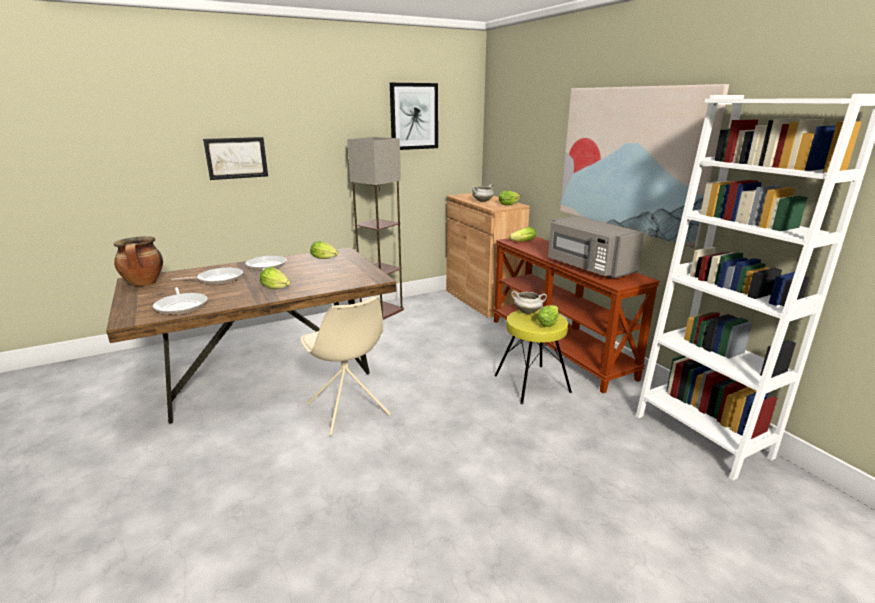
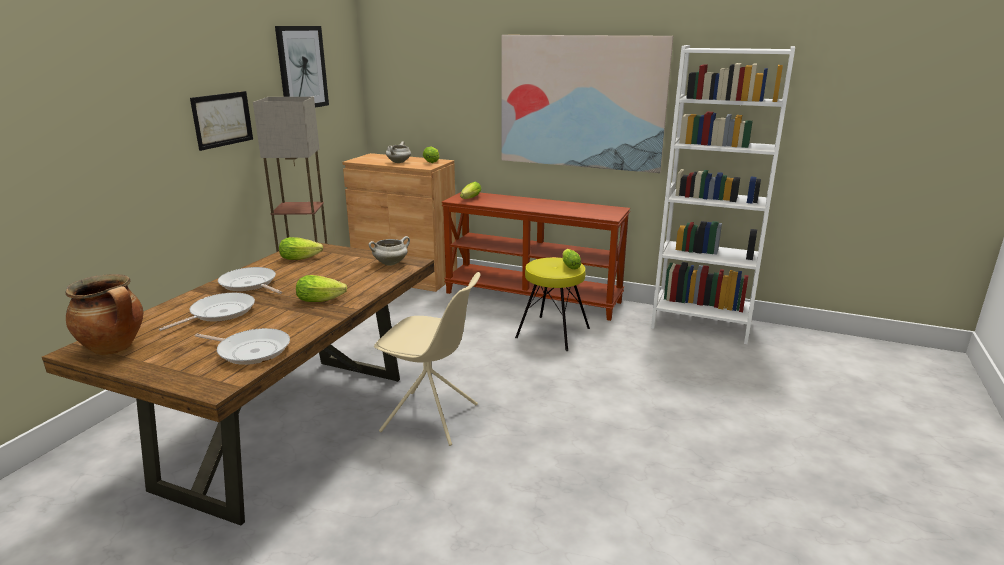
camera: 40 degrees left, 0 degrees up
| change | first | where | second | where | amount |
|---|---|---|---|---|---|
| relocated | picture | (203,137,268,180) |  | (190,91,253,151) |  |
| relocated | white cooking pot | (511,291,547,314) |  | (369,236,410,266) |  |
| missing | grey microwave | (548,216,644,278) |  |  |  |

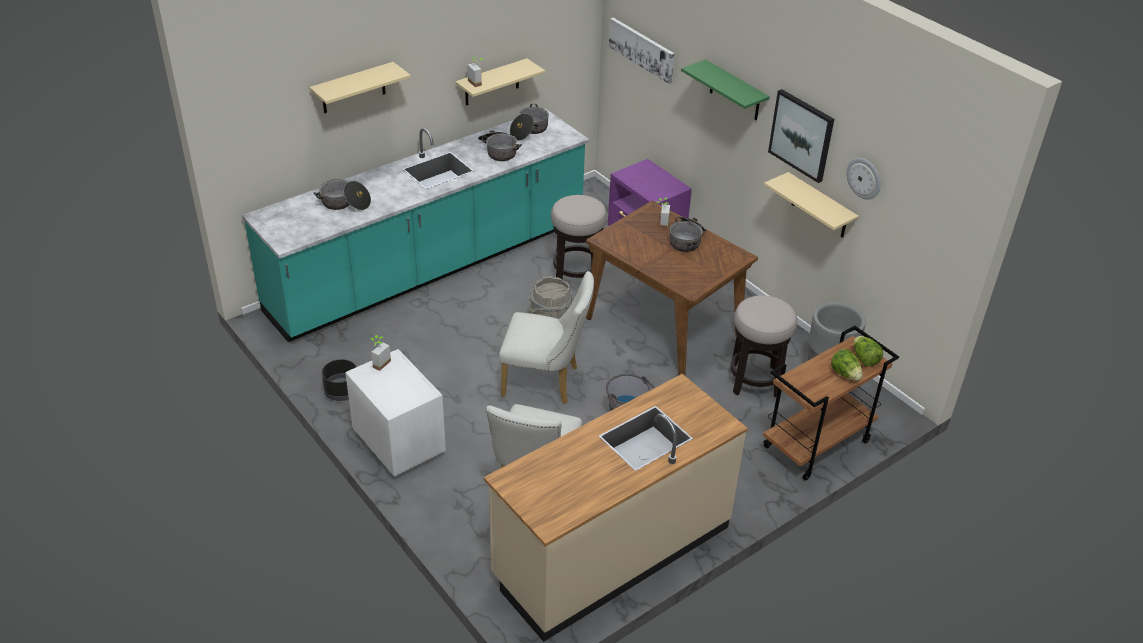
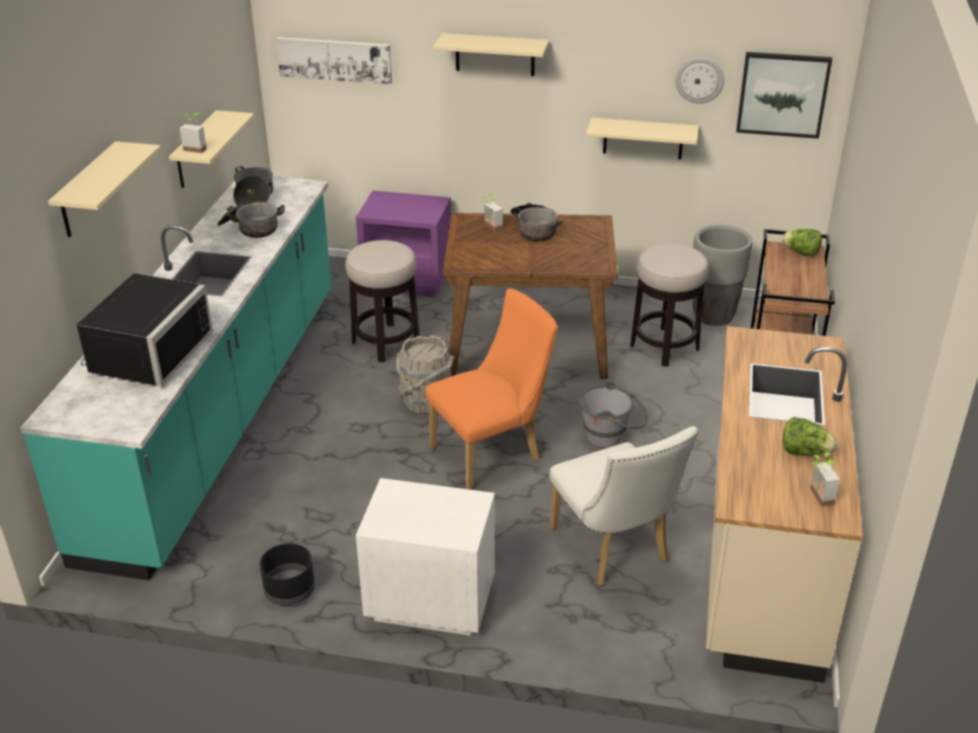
camera: 40 degrees left, 5 degrees down
| change | first | where | second | where | amount |
|---|---|---|---|---|---|
| exchanged | cooking pot | (314,179,371,210) | black microwave | (77,273,213,387) |  |
| relocated | potted plant | (370,335,391,371) |  | (810,452,840,507) |  |
| colour | white chair | (499,271,594,404) | orange chair | (426,288,558,490) |  |
| colour | green shelf | (681,59,770,120) | beige shelf | (433,33,549,76) |  |
| relocated | picture | (768,89,834,183) |  | (736,52,832,139) |  |
| relocated | lettuce | (831,349,863,381) |  | (782,417,837,455) |  |

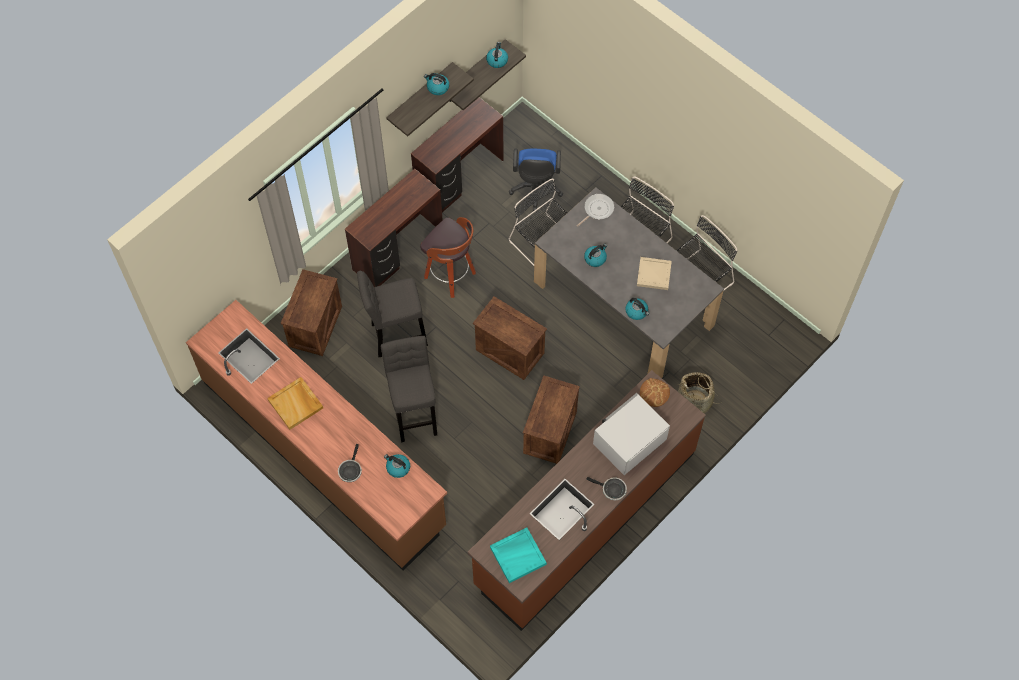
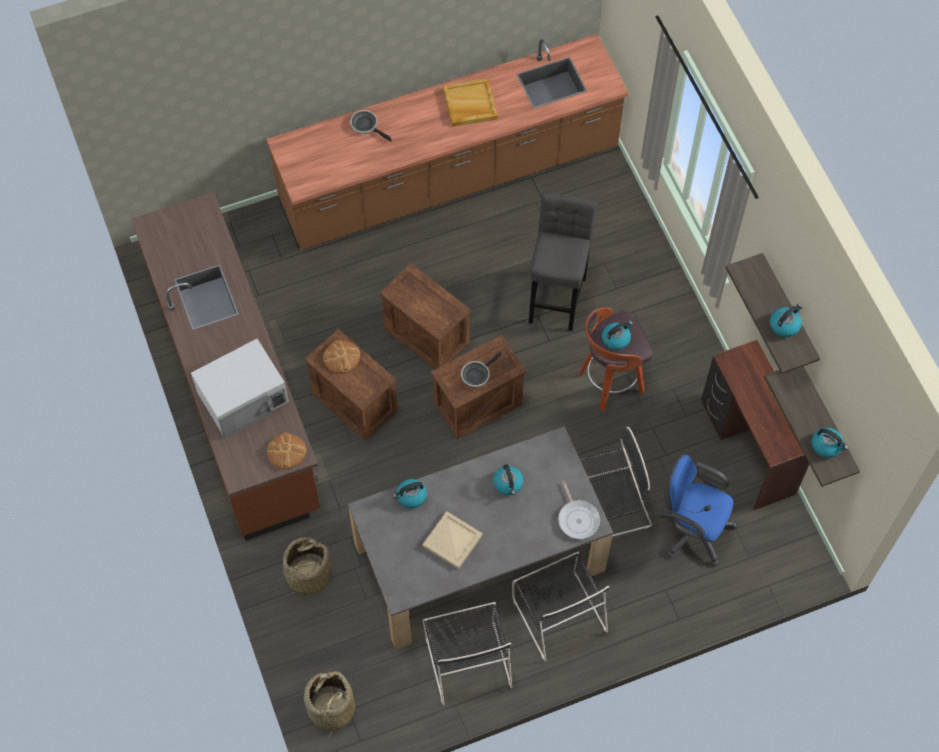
camera: 115 degrees right, 0 degrees up
| change | first | where | second | where | amount |
|---|---|---|---|---|---|
| relocated | crate | (281,269,342,356) |  | (379,263,471,369) |  |
| missing | brown desk | (345,169,443,287) |  |  |  |
| missing | grey stool | (381,336,437,442) |  |  |  |
| relocated | kettle | (384,454,410,478) |  | (602,321,633,350) |  |
| missing | turquoise tray | (490,528,547,583) |  |  |  |
| relocated | frying pan | (586,477,627,500) |  | (461,352,502,387) |  |
| spun | white microwave | (593,393,670,475) |  | (191,339,289,438) | 75 degrees clockwise |
| appeared |  |  | basket | (304,671,355,739) |  |
| appeared |  |  | bread | (323,340,360,374) |  |

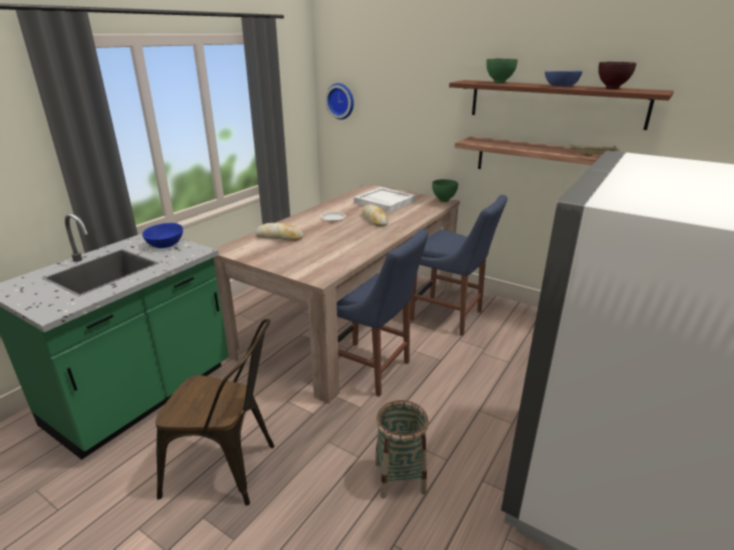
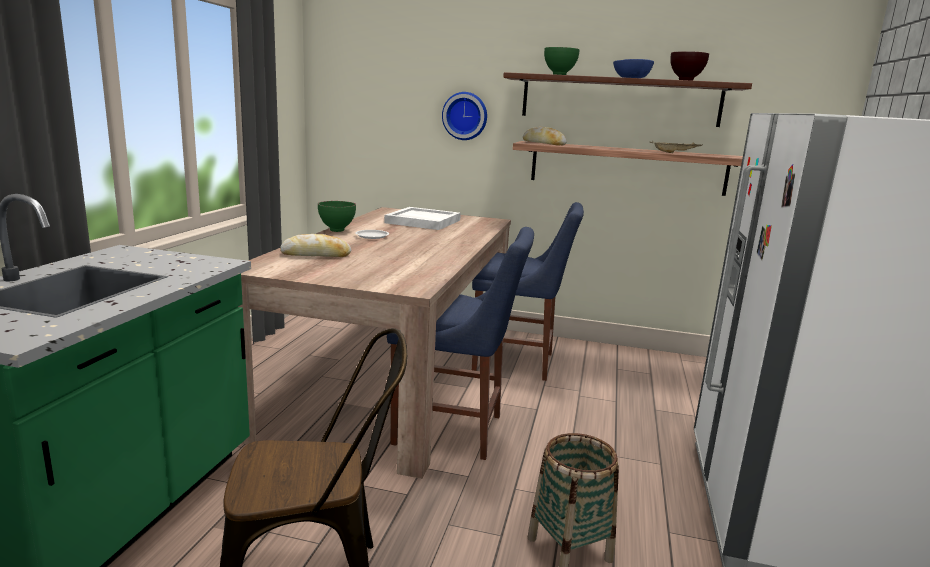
camera: 20 degrees left, 10 degrees down
| change | first | where | second | where | amount |
|---|---|---|---|---|---|
| missing | blue bowl | (142,223,183,248) |  |  |  |
| relocated | wall clock | (325,83,354,120) |  | (442,92,487,140) |  |
| relocated | bread | (362,204,388,227) |  | (523,127,567,145) |  |
| relocated | green bowl | (432,179,458,202) |  | (318,201,356,232) |  |

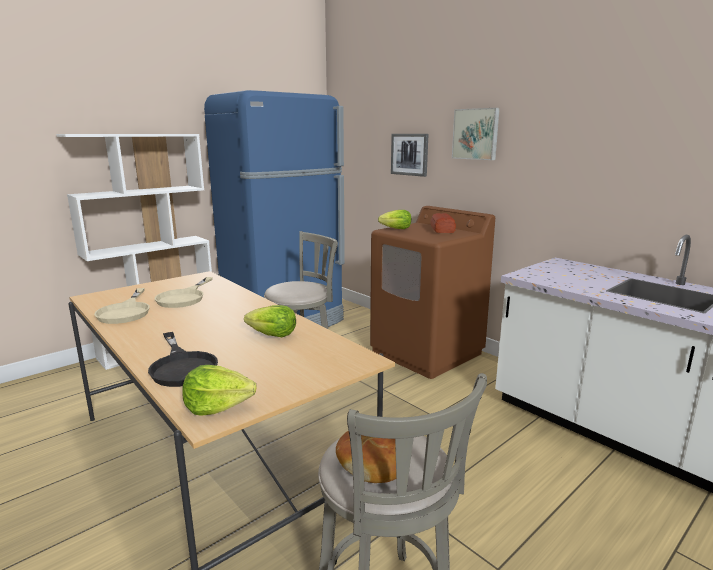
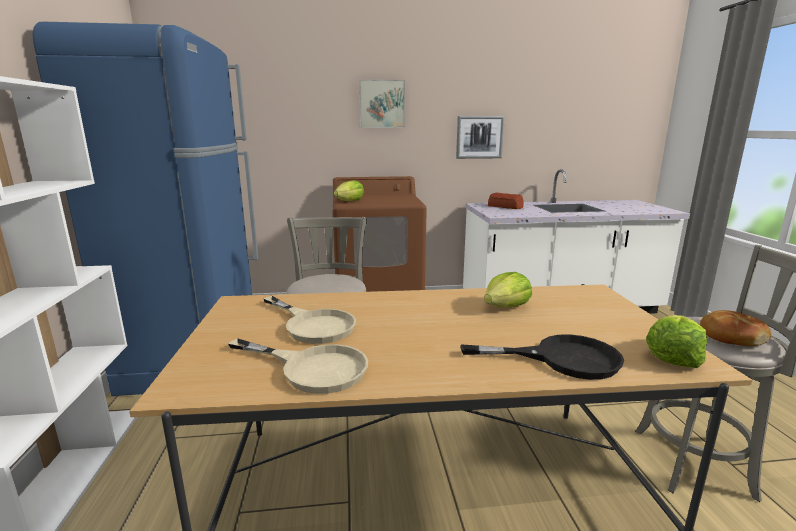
camera: 55 degrees left, 0 degrees up
| change | first | where | second | where | amount |
|---|---|---|---|---|---|
| relocated | picture | (391,134,428,177) |  | (456,116,505,159) |  |
| relocated | bread | (430,213,456,233) |  | (488,193,524,209) |  |

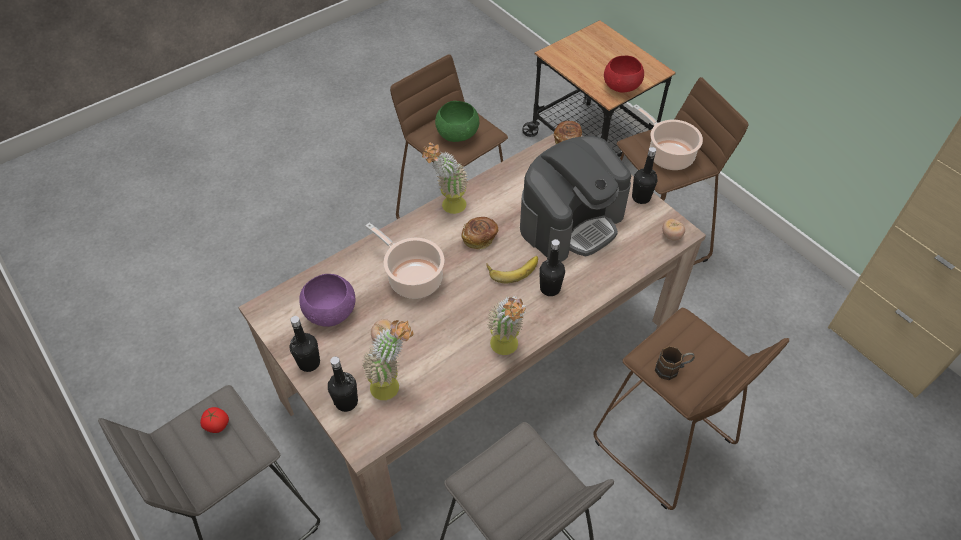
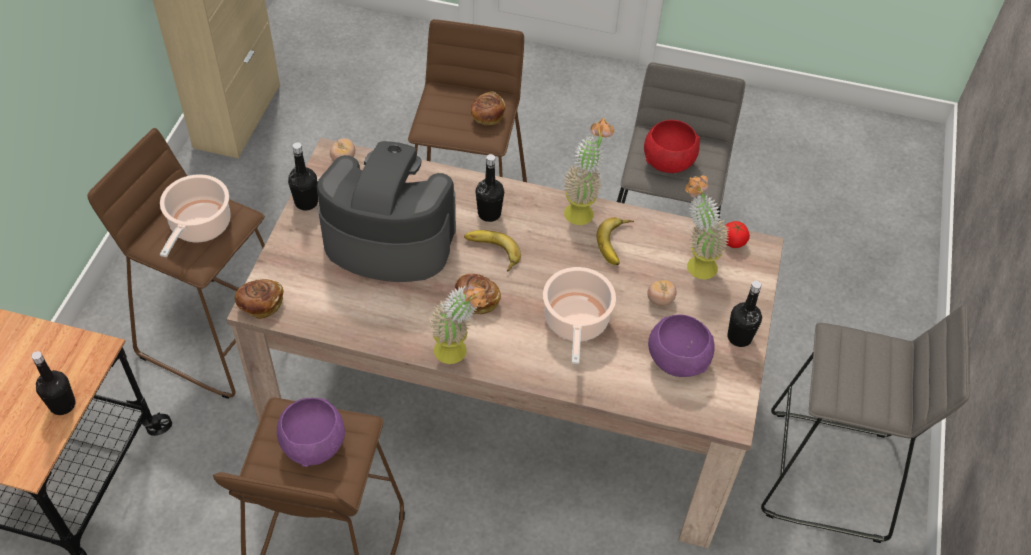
camera: 130 degrees left, 0 degrees up
| change | first | where | second | where | amount |
|---|---|---|---|---|---|
| relocated | tomato | (200,407,229,433) |  | (725,221,750,248) |  |
| relocated | black bottle | (328,356,358,412) |  | (31,351,76,415) |  |
| colour | green bowl | (435,101,479,142) | purple bowl | (277,398,345,467) |  |
| relocated | red bowl | (604,56,644,92) |  | (644,120,700,173) |  |
| exchanged | brown mug | (655,346,695,380) | bread | (471,92,505,126) |  |
| appeared |  |  | banana | (596,217,634,265) |  |

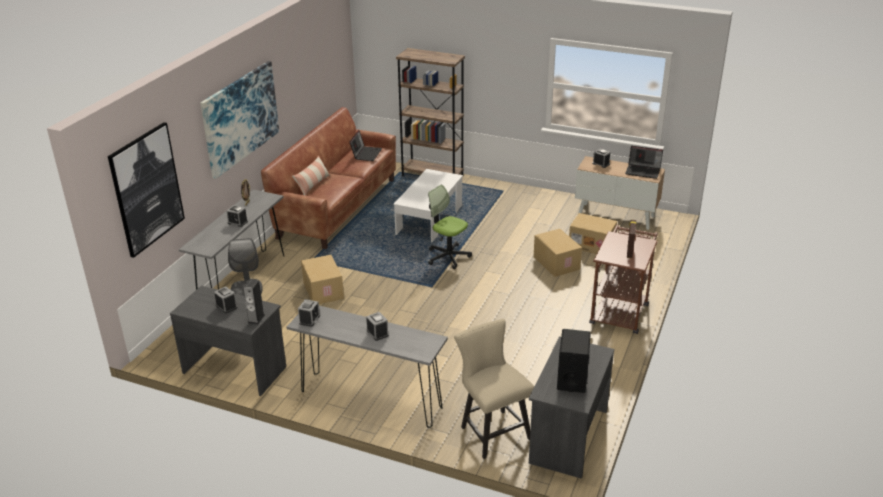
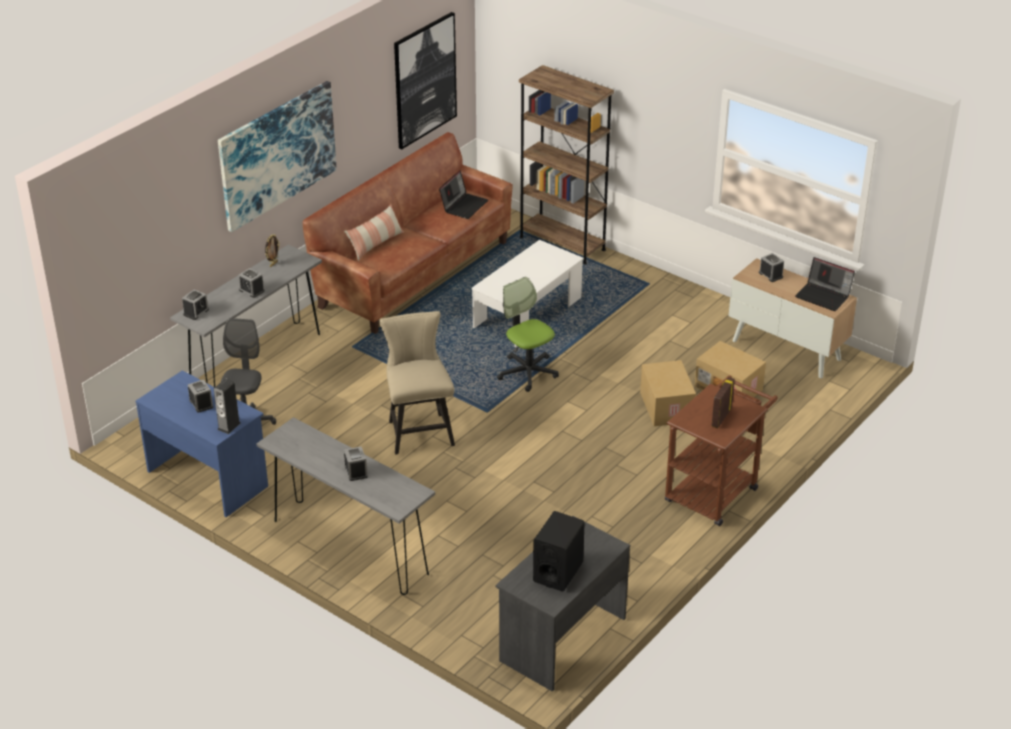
camera: 15 degrees right, 5 degrees up
| change | first | where | second | where | amount |
|---|---|---|---|---|---|
| relocated | picture | (108,122,185,258) |  | (394,12,457,149) |  |
| colour | grey desk | (170,286,286,396) | blue desk | (136,370,268,517) |  |
| relocated | alarm clock | (298,299,320,327) |  | (182,289,209,320) |  |
| missing | cardboard box | (301,255,344,304) |  |  |  |
| relocated | beige chair | (454,319,535,459) |  | (379,311,455,455) |  |

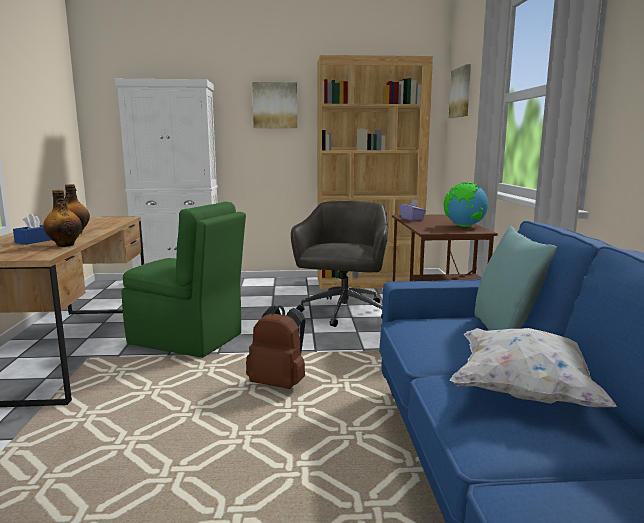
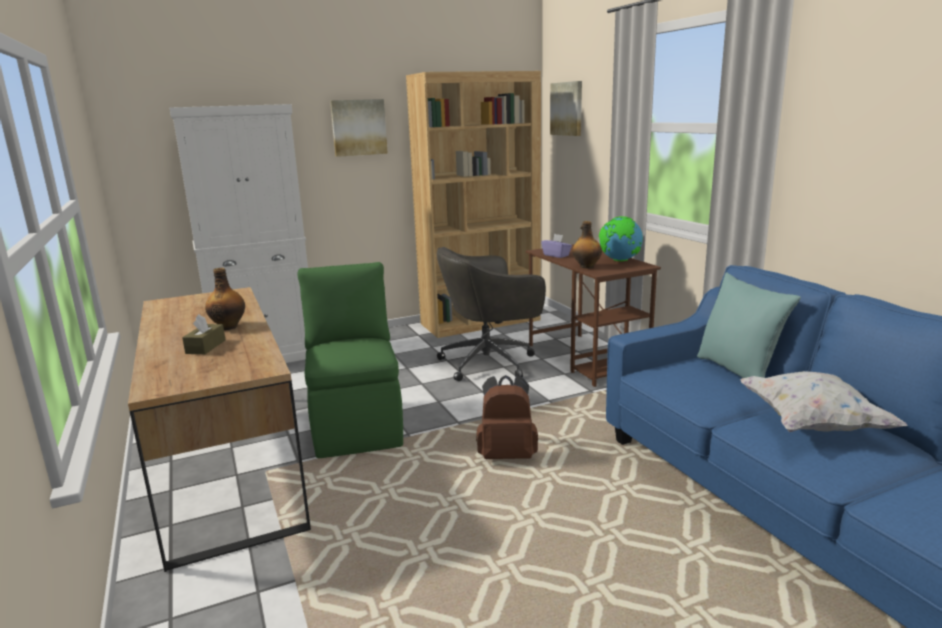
camera: 20 degrees left, 5 degrees up
| change | first | where | second | where | amount |
|---|---|---|---|---|---|
| colour | blue tissue box | (13,213,51,245) | brown tissue box | (182,314,225,354) |  |
| relocated | bottle | (43,190,82,247) |  | (572,221,602,269) |  |
| spun | green chair | (121,202,246,358) |  | (298,262,403,458) | 105 degrees counterclockwise |
| spun | grey office chair | (291,201,388,327) |  | (437,247,546,381) | 105 degrees counterclockwise |

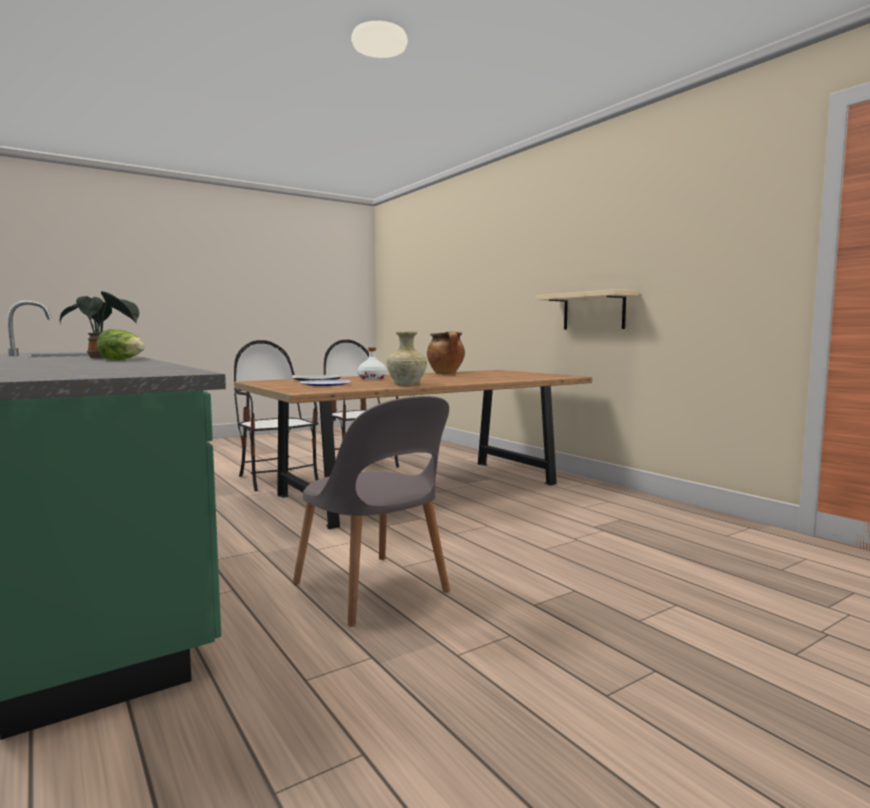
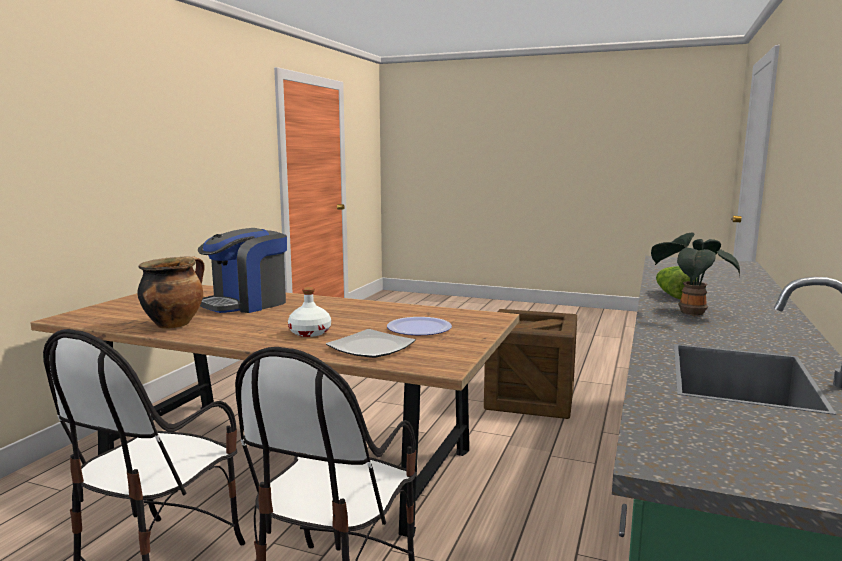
camera: 125 degrees left, 5 degrees up
| change | first | where | second | where | amount |
|---|---|---|---|---|---|
| exchanged | grey chair | (293,396,450,627) | crate | (484,309,577,419) |  |
| missing | beige vase | (386,331,427,386) |  |  |  |
| missing | beige shelf | (536,289,638,329) |  |  |  |
| appeared |  |  | coffee machine | (198,228,287,313) |  |

